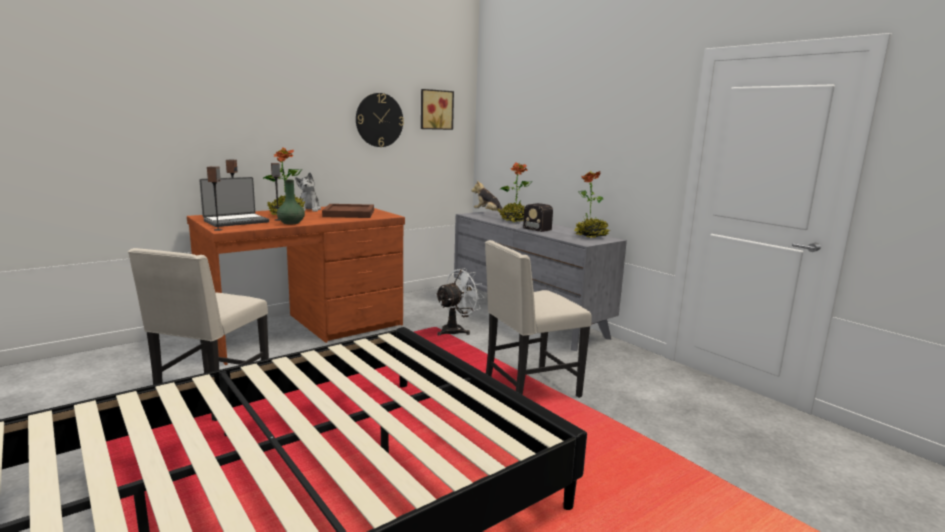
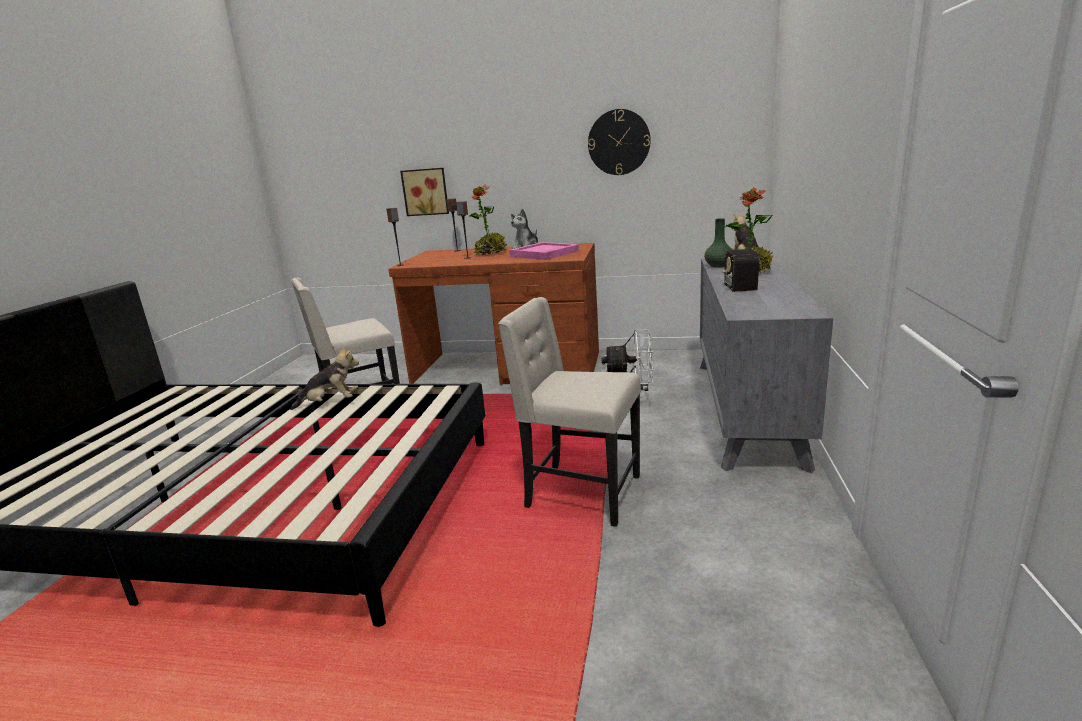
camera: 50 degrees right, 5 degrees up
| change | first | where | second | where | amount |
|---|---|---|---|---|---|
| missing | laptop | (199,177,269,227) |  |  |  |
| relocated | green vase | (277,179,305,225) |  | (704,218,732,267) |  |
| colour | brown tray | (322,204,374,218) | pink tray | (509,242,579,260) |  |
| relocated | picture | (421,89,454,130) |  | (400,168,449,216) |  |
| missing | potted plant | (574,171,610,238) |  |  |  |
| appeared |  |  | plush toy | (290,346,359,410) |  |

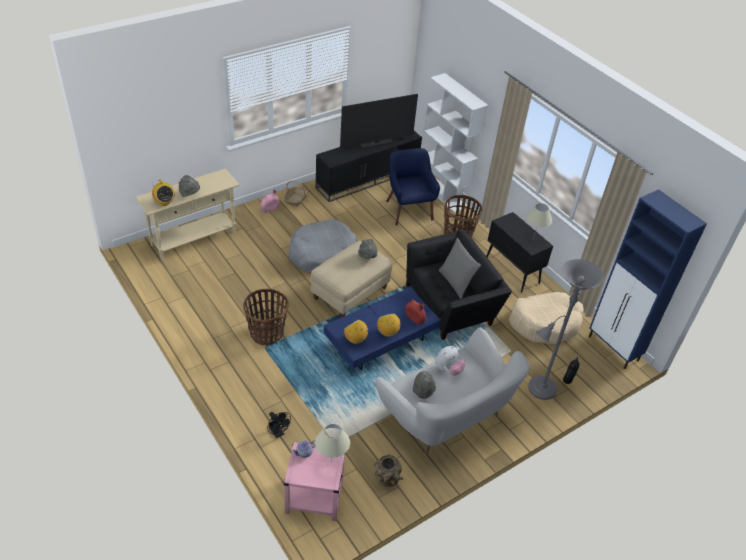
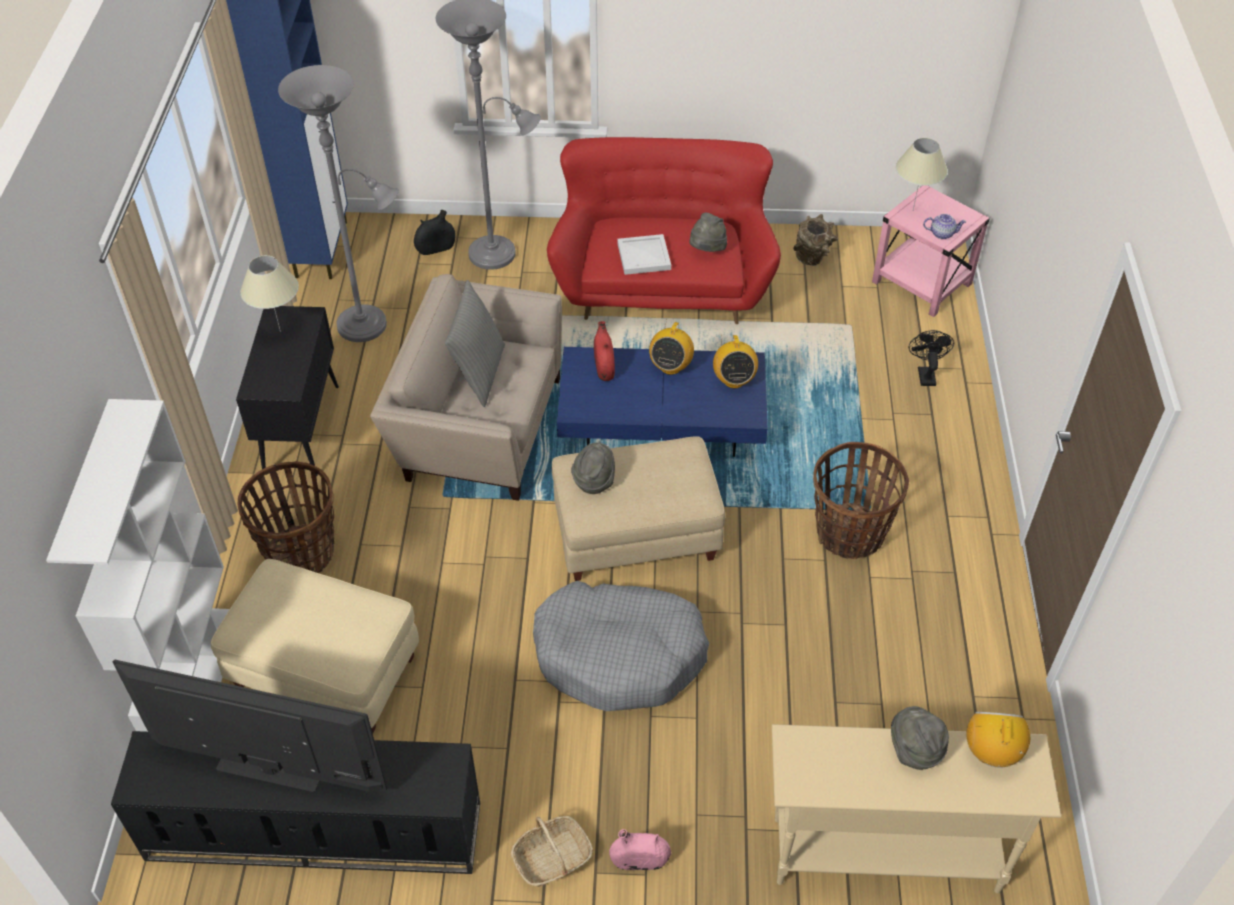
camera: 140 degrees left, 5 degrees up
| change | first | where | second | where | amount |
|---|---|---|---|---|---|
| colour | white sofa | (375,327,529,455) | red sofa | (547,137,781,324) |  |
| exchanged | blue armchair | (386,148,440,225) | beige ottoman | (211,559,419,733) |  |
| colour | black armchair | (406,230,512,340) | beige armchair | (370,274,562,501) |  |
| exchanged | plush toy | (435,346,465,376) | white tray | (617,234,671,275) |  |
| exchanged | beige dog bed | (509,292,584,344) | grey floor lamp | (278,65,399,342) |  |

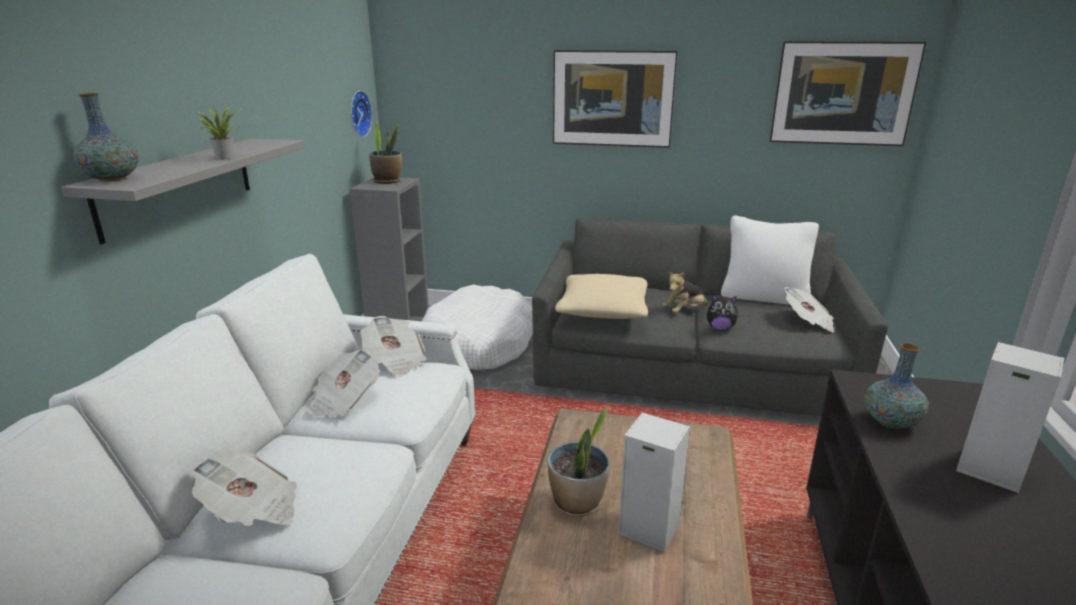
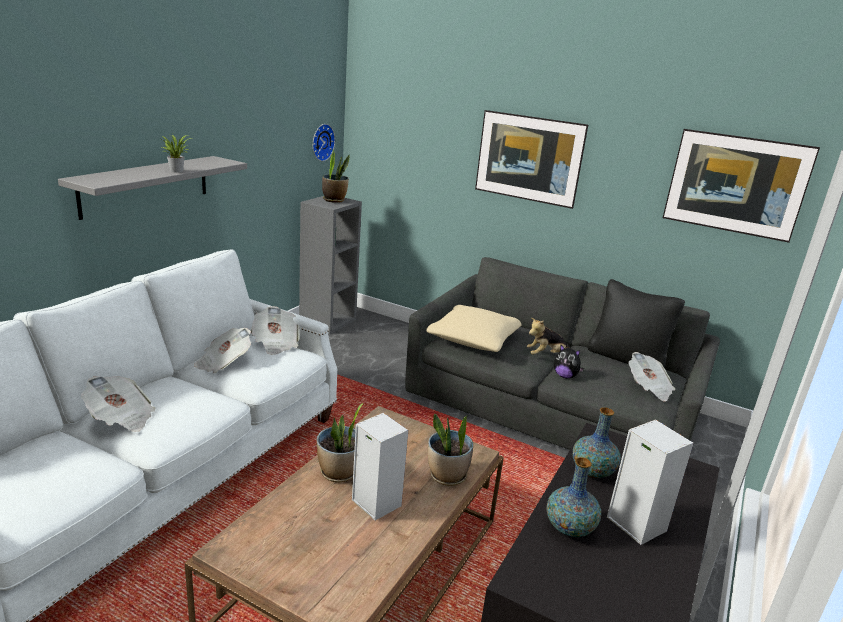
camera: 15 degrees right, 0 degrees up
| change | first | where | second | where | amount |
|---|---|---|---|---|---|
| relocated | vase | (73,93,138,181) |  | (547,457,601,537) |  |
| missing | white dog bed | (422,284,533,370) |  |  |  |
| colour | white pillow | (721,215,819,305) | black pillow | (587,279,685,368) |  |
| appeared |  |  | potted plant | (428,413,473,486) |  |

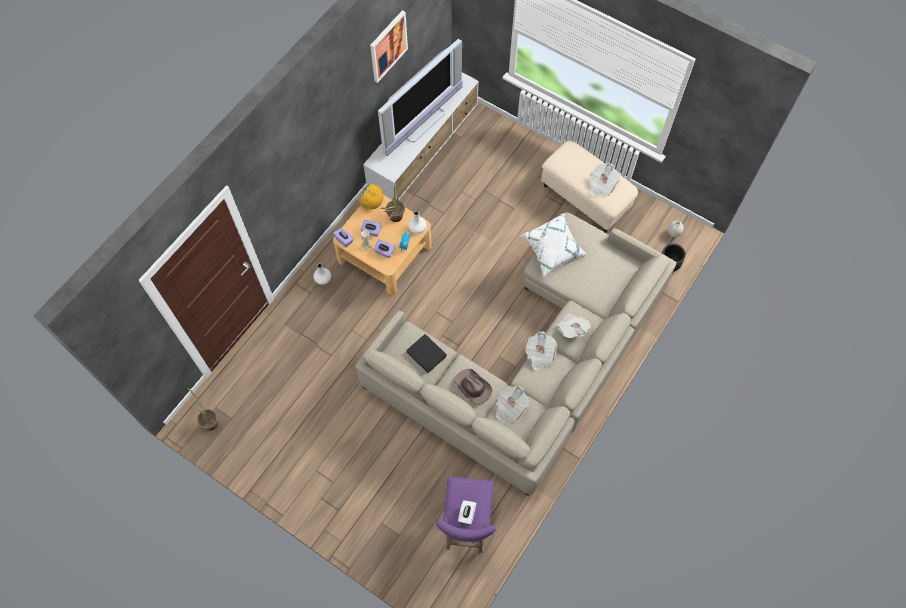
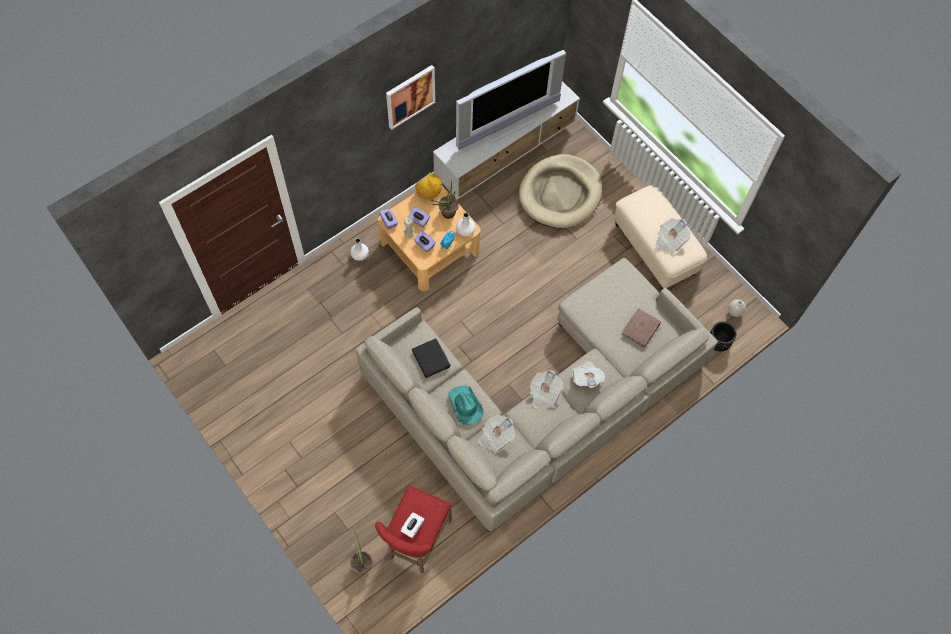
camera: 15 degrees right, 0 degrees up
| change | first | where | second | where | amount |
|---|---|---|---|---|---|
| relocated | potted plant | (187,387,218,431) |  | (350,527,372,574) |  |
| relocated | picture | (370,10,408,83) |  | (386,65,435,130) |  |
| colour | purple stool | (436,476,496,553) | red stool | (375,485,452,573) |  |
| colour | brown hat | (454,369,492,405) | turquoise hat | (448,385,484,425) |  |
| missing | white pillow | (520,213,587,278) |  |  |  |
| appeared |  |  | beige dog bed | (519,154,603,228) |  |
| appeared |  |  | brown book | (621,308,661,347) |  |

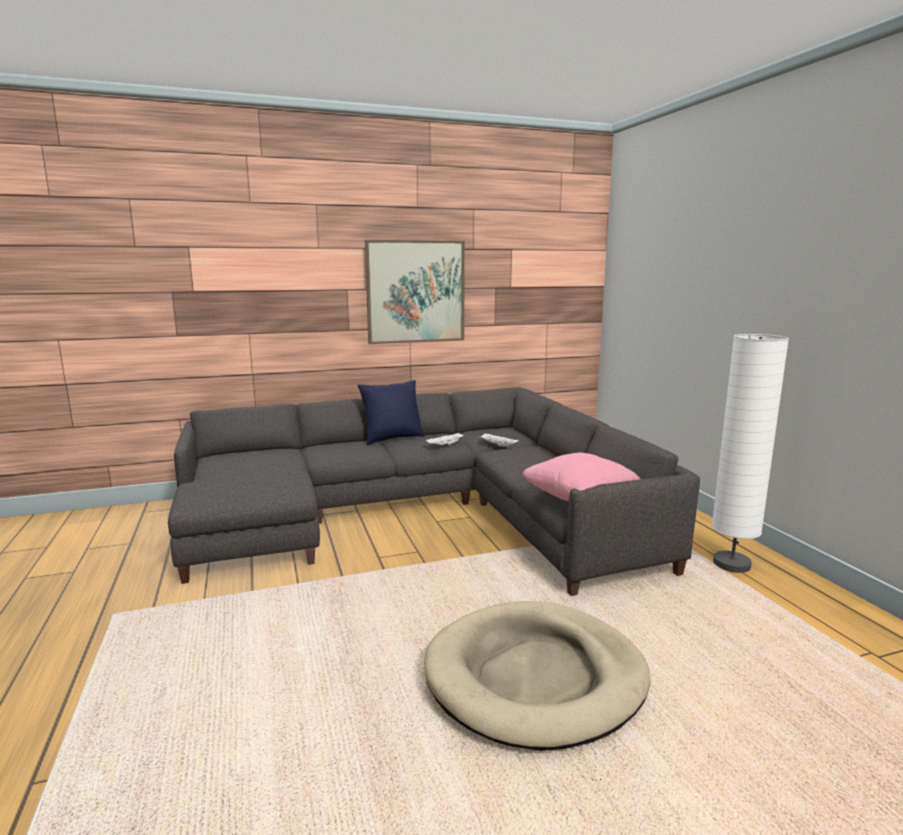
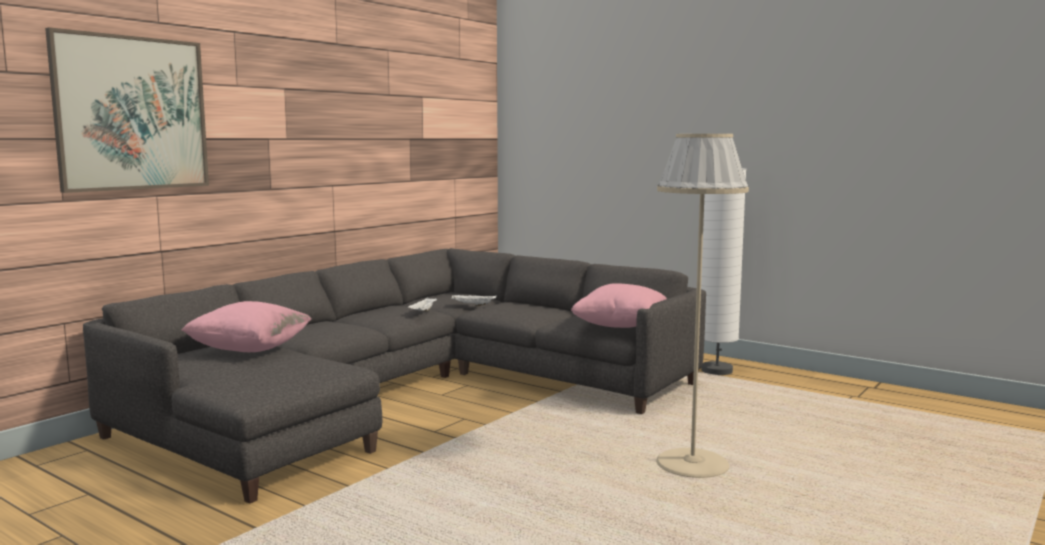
camera: 35 degrees left, 5 degrees down
| change | first | where | second | where | amount |
|---|---|---|---|---|---|
| missing | blue pillow | (358,380,425,445) |  |  |  |
| relocated | picture | (365,240,465,344) |  | (45,27,209,193) |  |
| exchanged | beige dog bed | (424,601,651,751) | beige floor lamp | (656,134,749,478) |  |
| appeared |  |  | pink pillow | (181,301,312,352) |  |

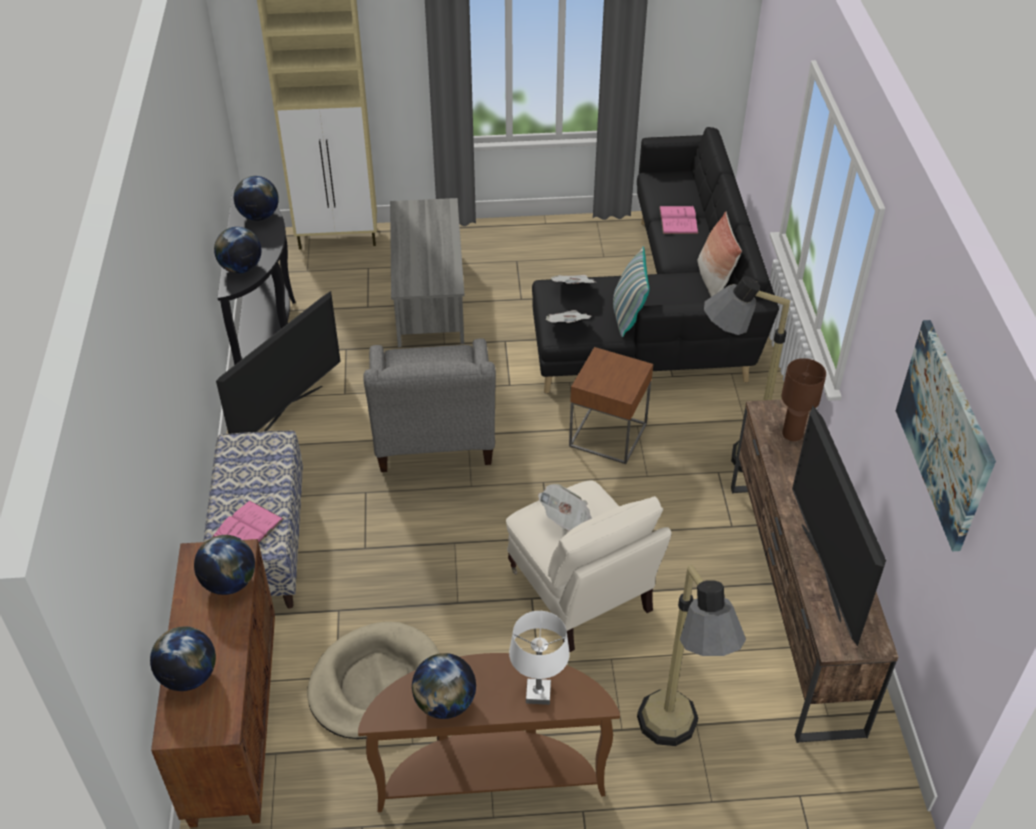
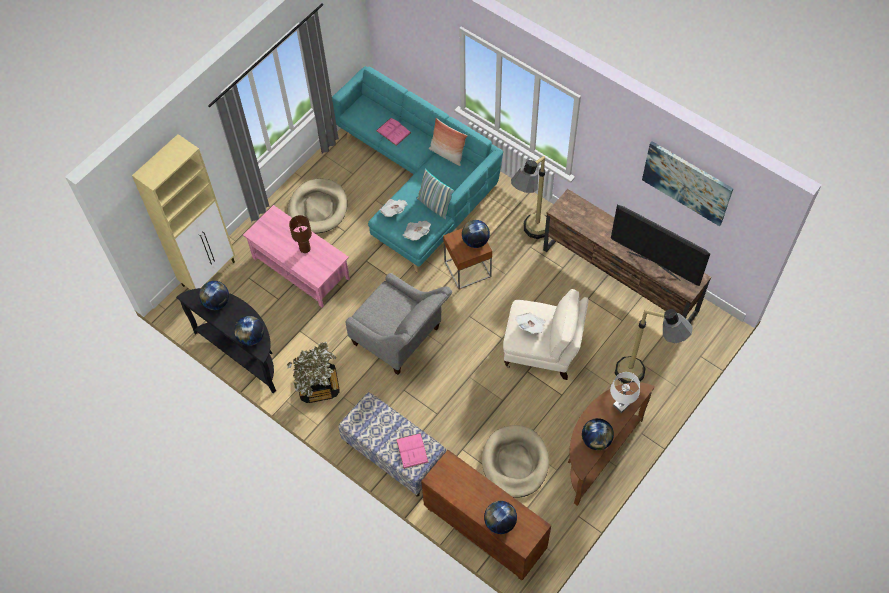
camera: 45 degrees left, 15 degrees up
| change | first | where | second | where | amount |
|---|---|---|---|---|---|
| relocated | globe | (194,535,255,595) |  | (462,220,490,248) |  |
| exchanged | television | (216,291,341,434) | potted plant | (287,342,340,403) |  |
| colour | grey coffee table | (390,198,465,347) | pink coffee table | (243,205,350,308) |  |
| colour | black sofa | (532,127,779,394) | turquoise sofa | (332,66,503,272) |  |
| relocated | brown table lamp | (781,358,826,441) |  | (289,215,312,253) |  |
| appeared |  |  | beige dog bed | (288,179,347,234) |  |

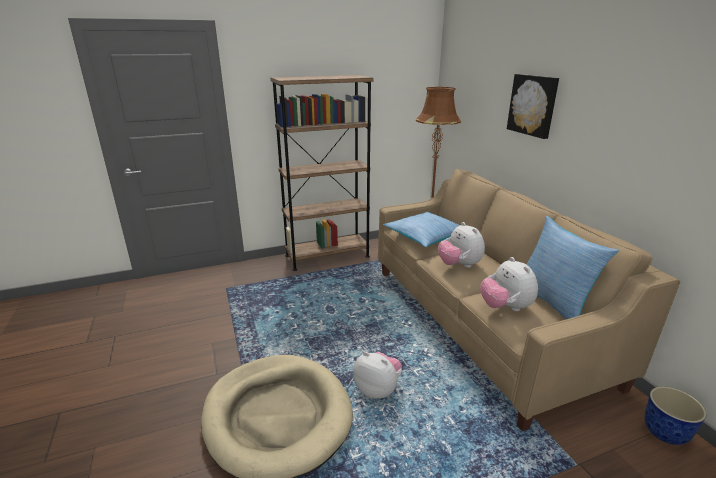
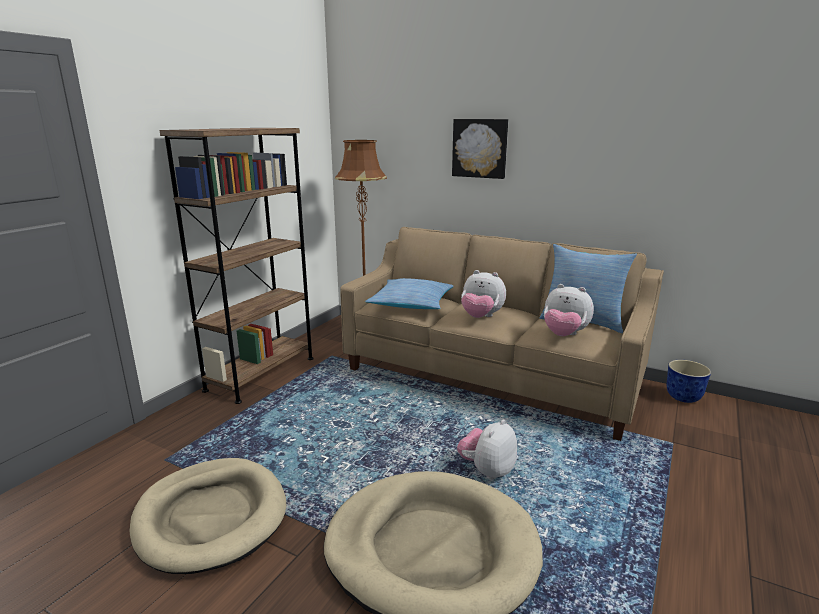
camera: 40 degrees left, 5 degrees down
| change | first | where | second | where | amount |
|---|---|---|---|---|---|
| spun | plush toy | (353,352,402,399) |  | (457,419,517,479) | 45 degrees counterclockwise |
| appeared |  |  | beige dog bed | (129,458,286,574) |  |

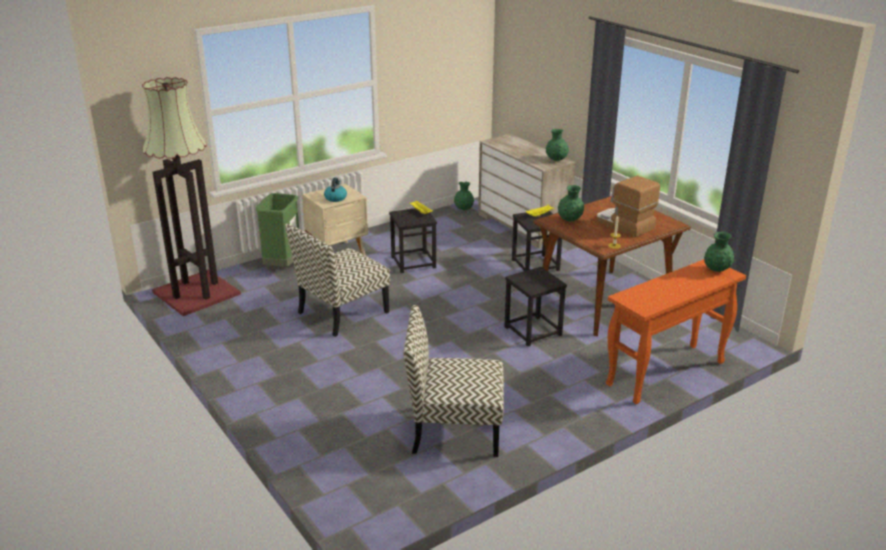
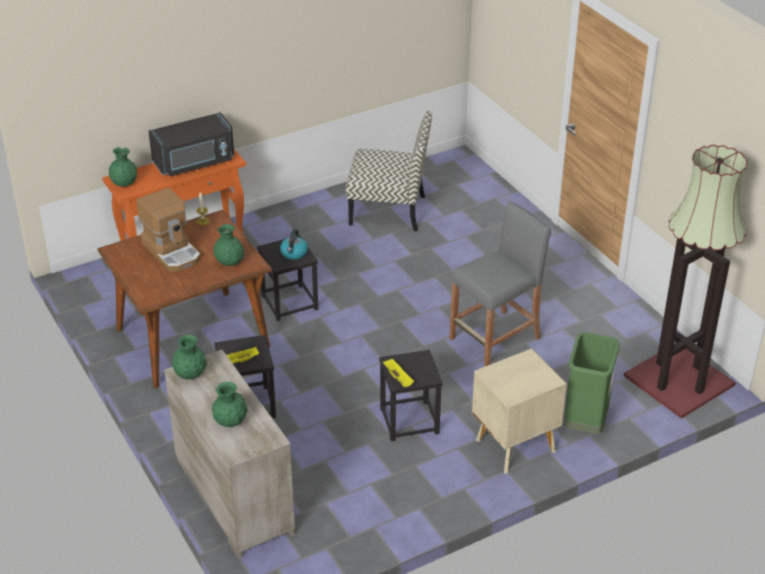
camera: 175 degrees left, 10 degrees up
| change | first | where | second | where | amount |
|---|---|---|---|---|---|
| exchanged | chair | (285,223,390,337) | grey stool | (450,201,551,367) |  |
| relocated | kettle | (324,177,347,202) |  | (280,229,308,260) |  |
| relocated | green vase | (454,181,474,210) |  | (212,381,248,427) |  |
| appeared |  |  | black microwave | (148,112,234,176) |  |

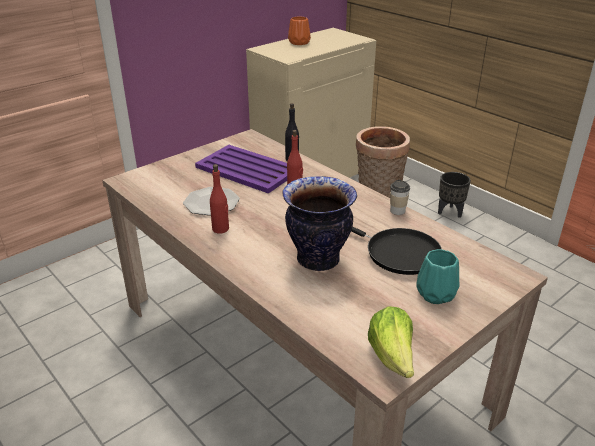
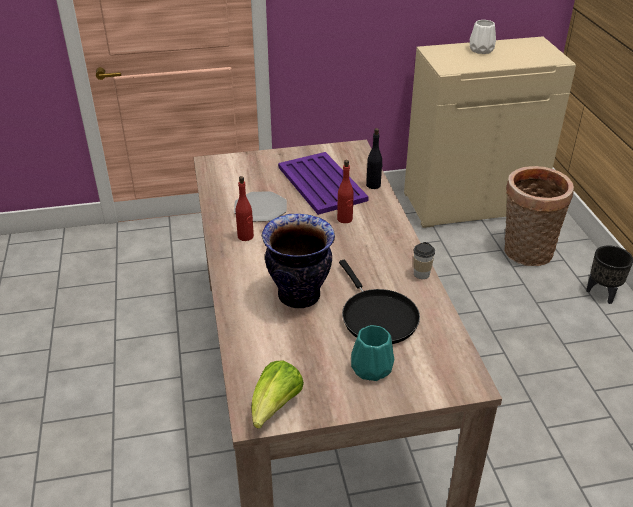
camera: 30 degrees right, 5 degrees up
| change | first | where | second | where | amount |
|---|---|---|---|---|---|
| colour | orange vase | (288,16,311,45) | white vase | (470,20,496,54) |  |

